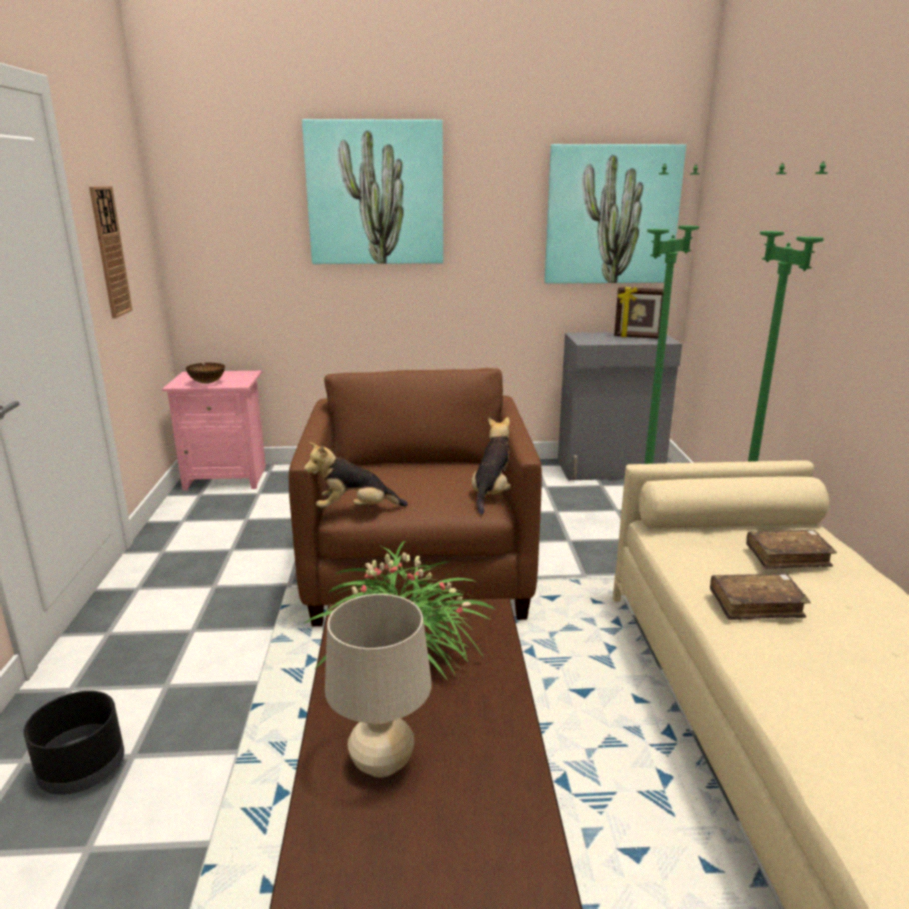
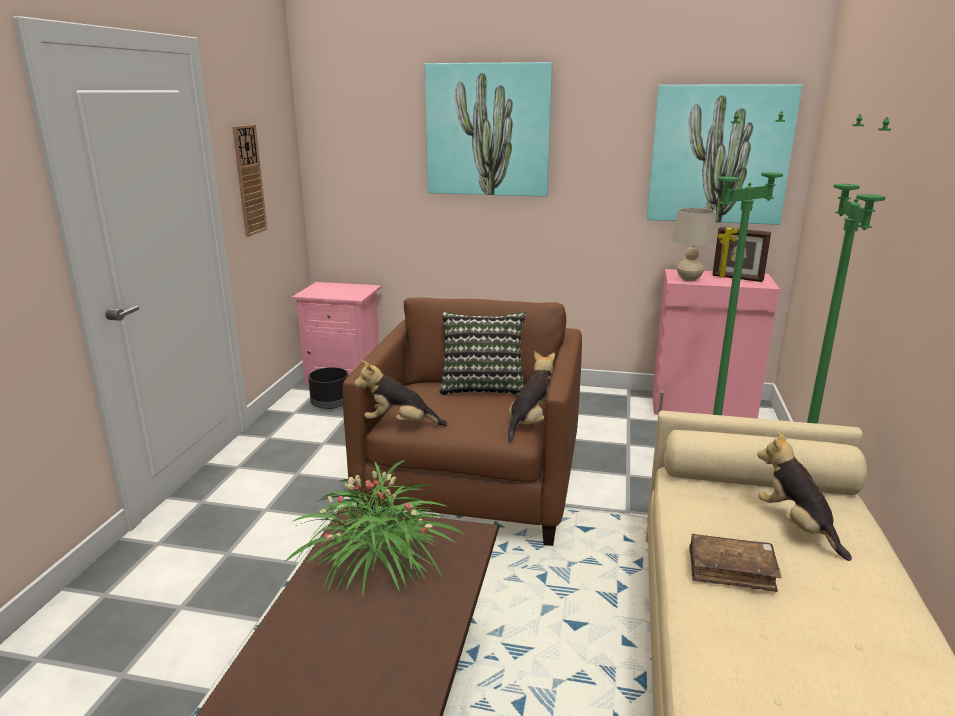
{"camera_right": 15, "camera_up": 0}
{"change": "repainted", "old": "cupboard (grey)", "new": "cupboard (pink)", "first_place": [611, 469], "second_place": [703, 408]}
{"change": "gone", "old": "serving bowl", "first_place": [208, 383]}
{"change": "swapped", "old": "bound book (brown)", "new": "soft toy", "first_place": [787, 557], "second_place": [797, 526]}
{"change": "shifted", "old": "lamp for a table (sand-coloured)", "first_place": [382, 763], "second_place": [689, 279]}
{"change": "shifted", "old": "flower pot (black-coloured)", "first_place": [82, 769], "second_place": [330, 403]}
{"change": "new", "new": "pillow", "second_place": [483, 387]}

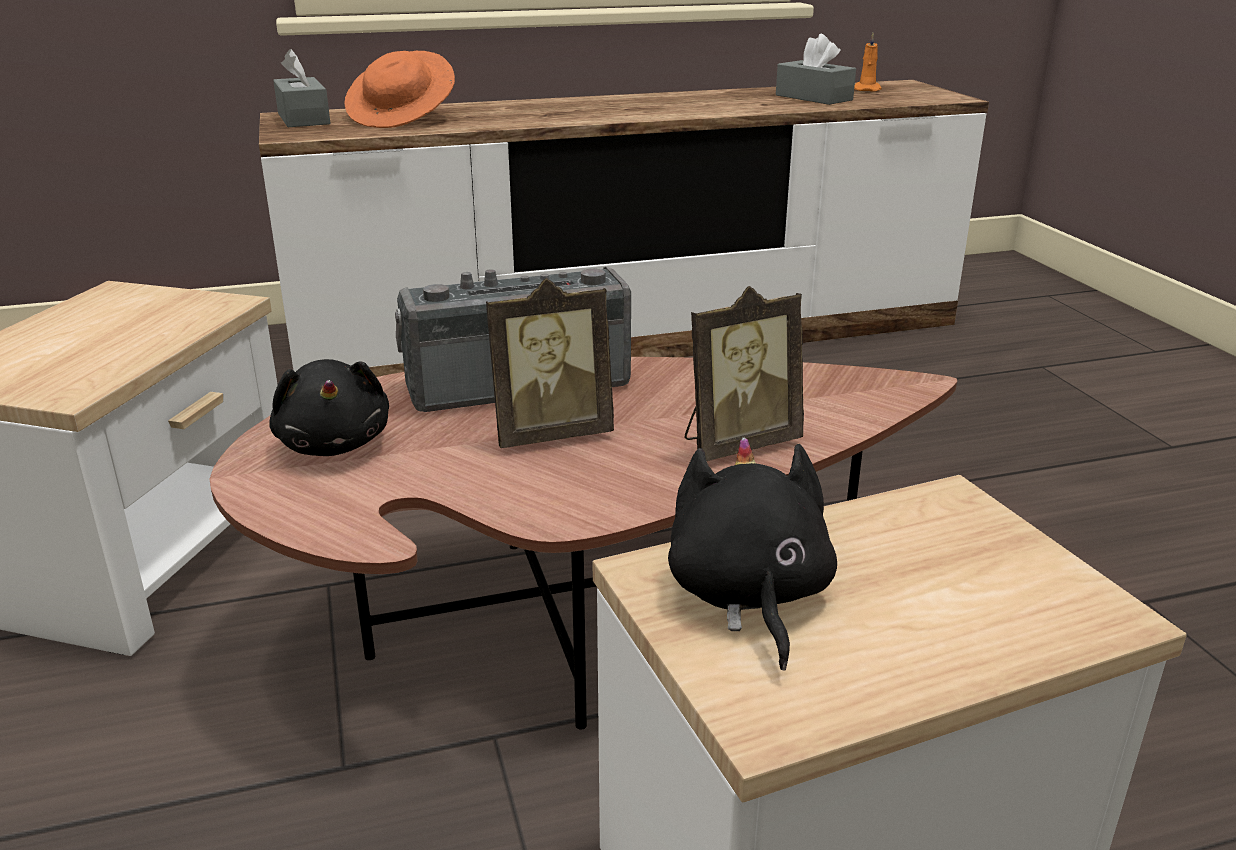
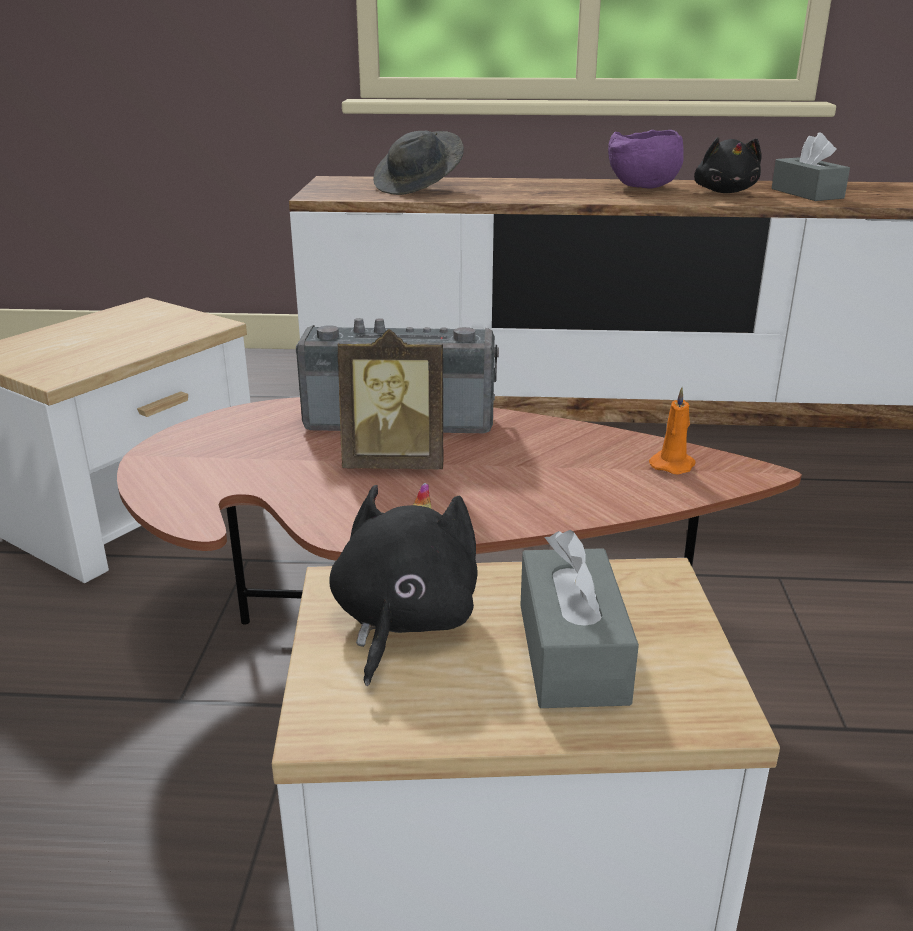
{"camera_right": 20, "camera_up": 0}
{"change": "shifted", "old": "wax candle (orange)", "first_place": [866, 90], "second_place": [673, 464]}
{"change": "shifted", "old": "box of tissues (grey)", "first_place": [303, 119], "second_place": [572, 652]}
{"change": "repainted", "old": "wearable hat (orange)", "new": "wearable hat (grey)", "first_place": [403, 118], "second_place": [419, 187]}
{"change": "gone", "old": "standing frame", "first_place": [737, 444]}
{"change": "shifted", "old": "soft toy (black-coloured)", "first_place": [335, 444], "second_place": [725, 192]}
{"change": "new", "new": "serving bowl (purplish)", "second_place": [642, 188]}

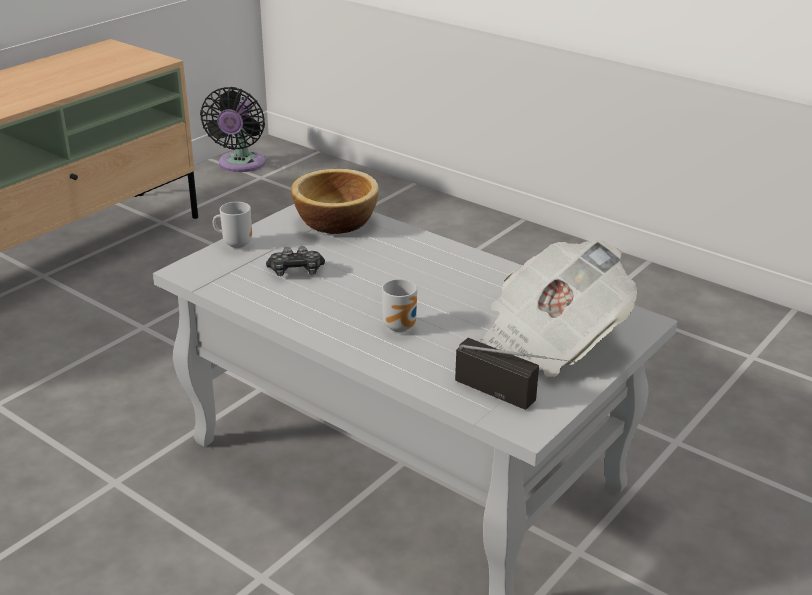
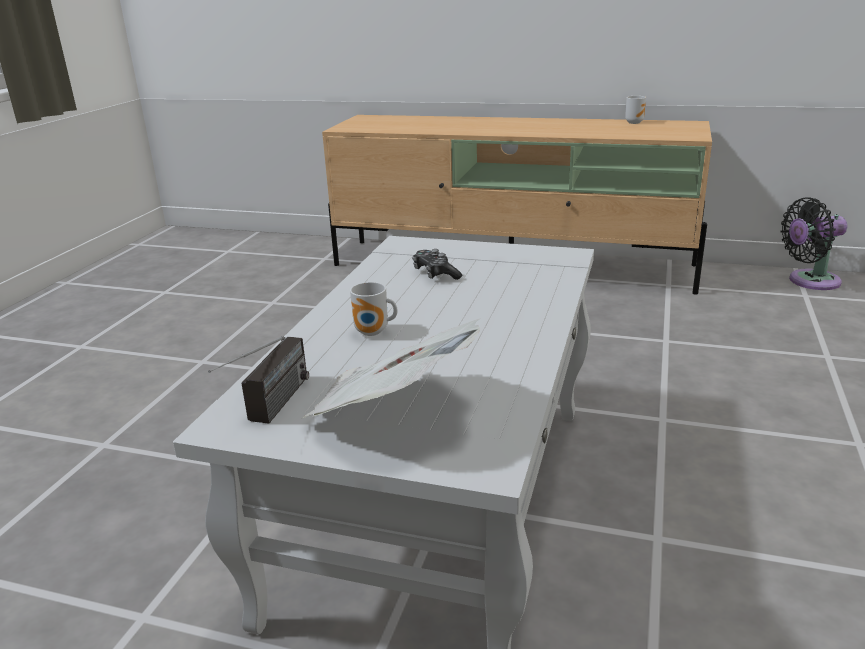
{"camera_right": 70, "camera_up": -5}
{"change": "gone", "old": "serving bowl", "first_place": [335, 220]}
{"change": "shifted", "old": "tea mug", "first_place": [236, 243], "second_place": [634, 122]}

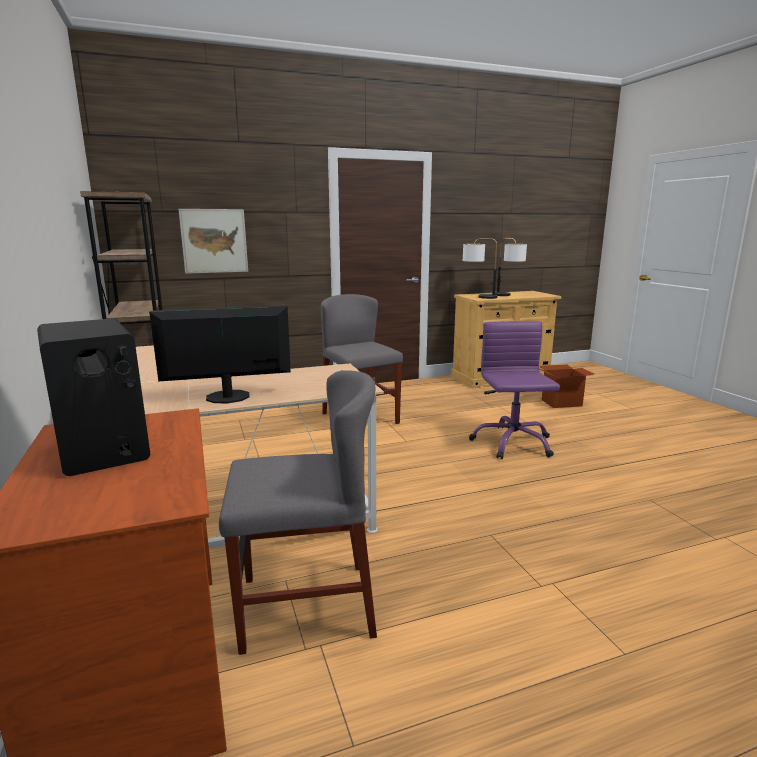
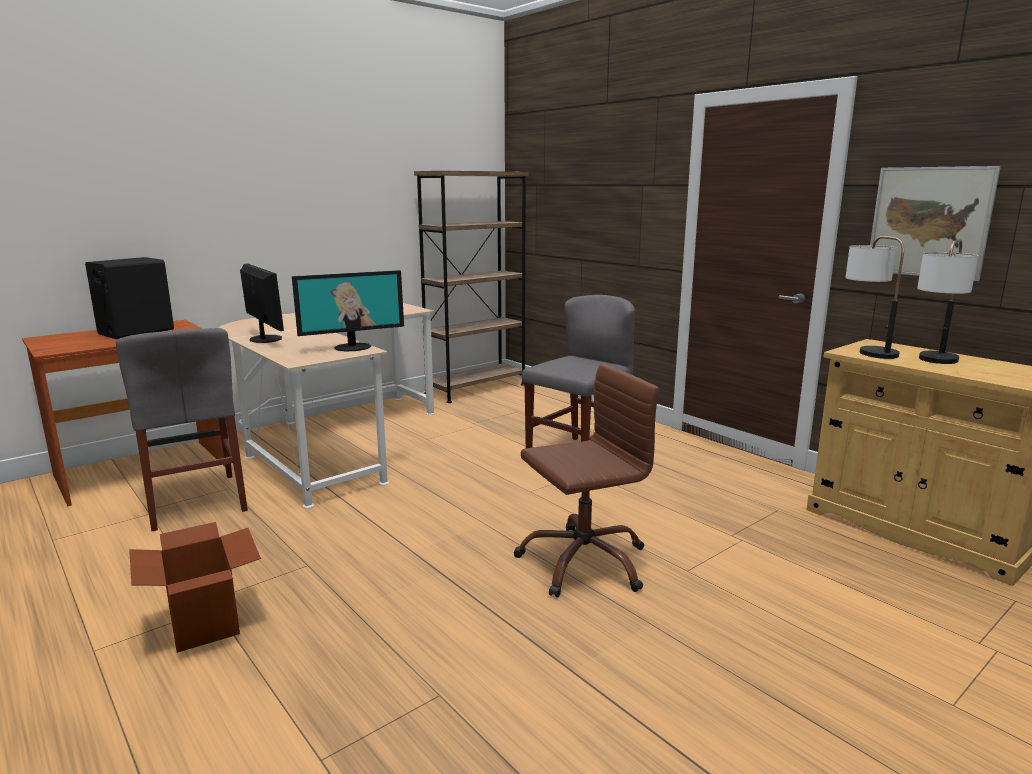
{"camera_right": 70, "camera_up": 0}
{"change": "shifted", "old": "picture", "first_place": [214, 241], "second_place": [929, 222]}
{"change": "repainted", "old": "desk chair (purplish)", "new": "desk chair (brown)", "first_place": [512, 443], "second_place": [583, 562]}
{"change": "shifted", "old": "packing box", "first_place": [561, 403], "second_place": [205, 624]}
{"change": "new", "new": "monitor", "second_place": [352, 347]}

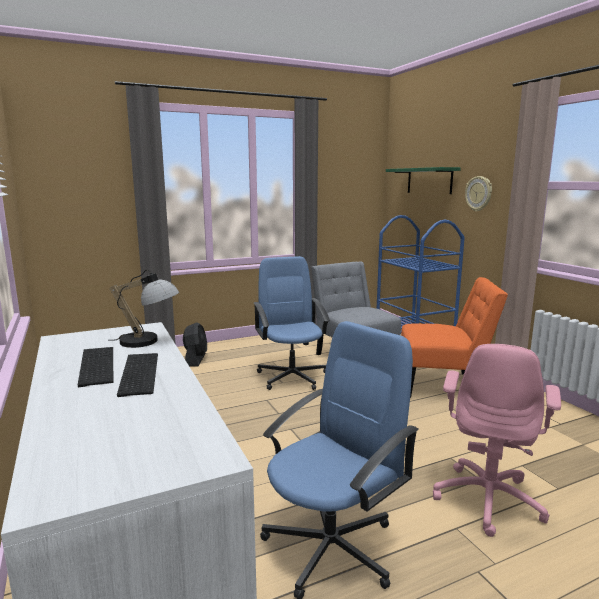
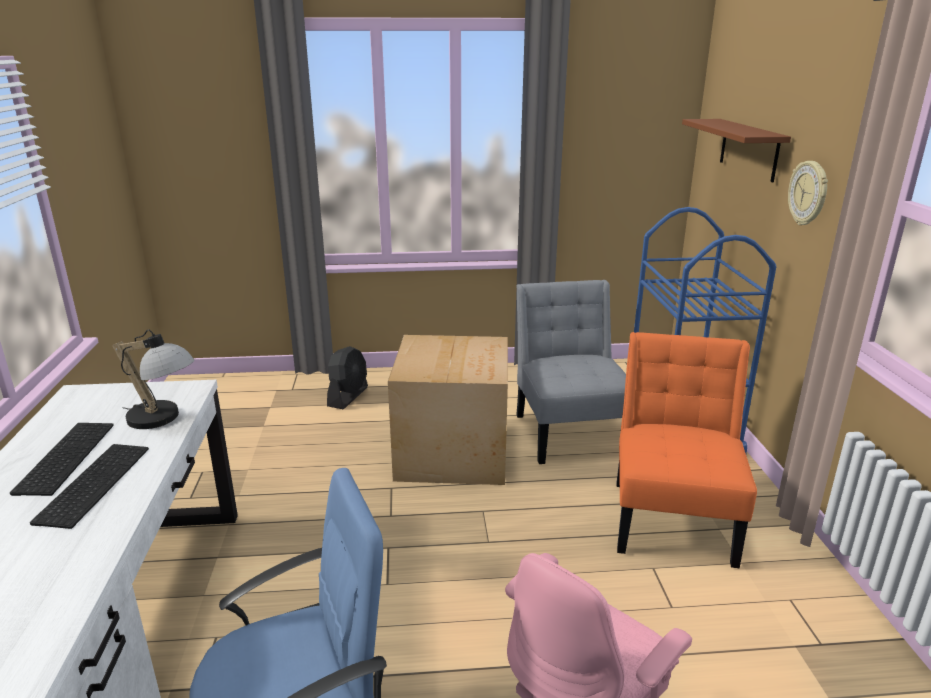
{"camera_right": 20, "camera_up": 10}
{"change": "repainted", "old": "wall shelf (green)", "new": "wall shelf (brown)", "first_place": [429, 180], "second_place": [749, 149]}
{"change": "swapped", "old": "desk chair (bluish)", "new": "packing box", "first_place": [292, 376], "second_place": [454, 451]}
{"change": "rotated", "old": "plain chair (orange)", "first_place": [443, 385], "second_place": [672, 517], "degrees": -105}

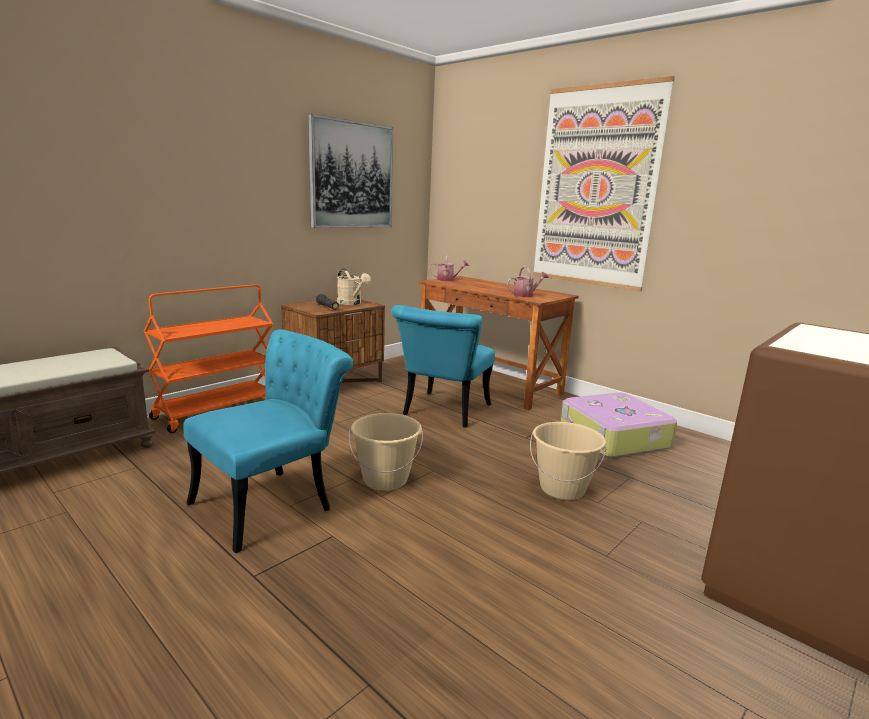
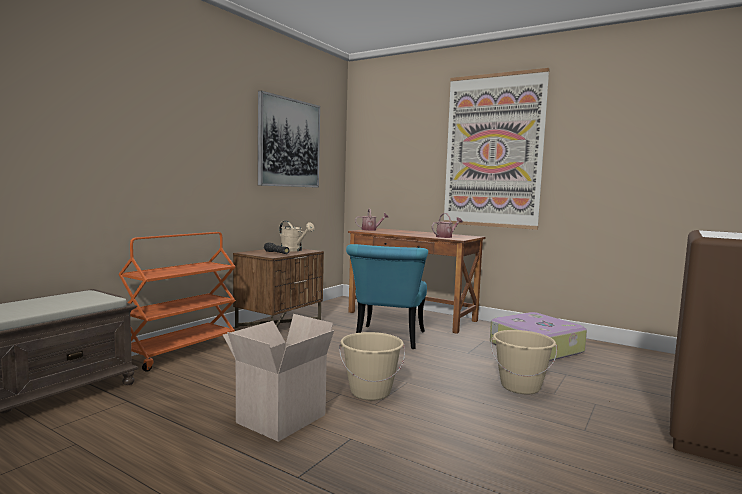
{"camera_right": -10, "camera_up": -10}
{"change": "swapped", "old": "plain chair (turquoise)", "new": "packing box", "first_place": [274, 502], "second_place": [280, 417]}

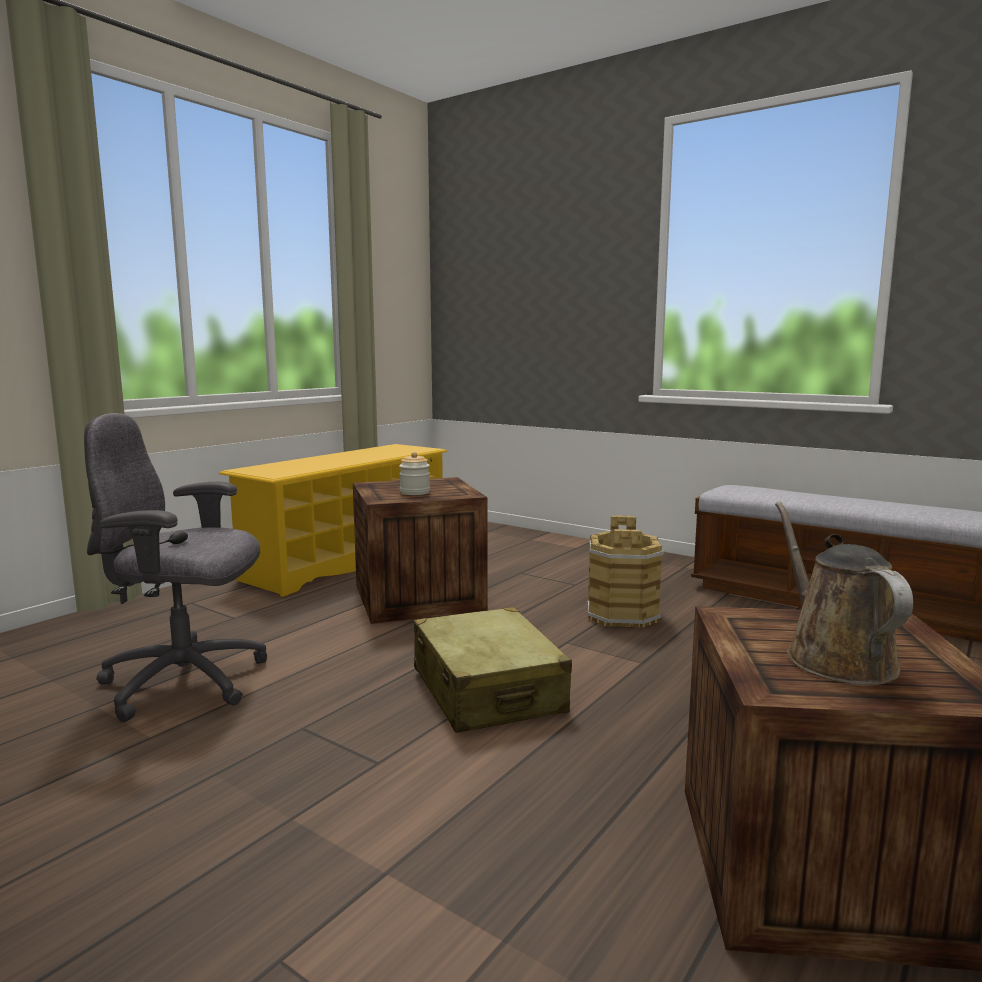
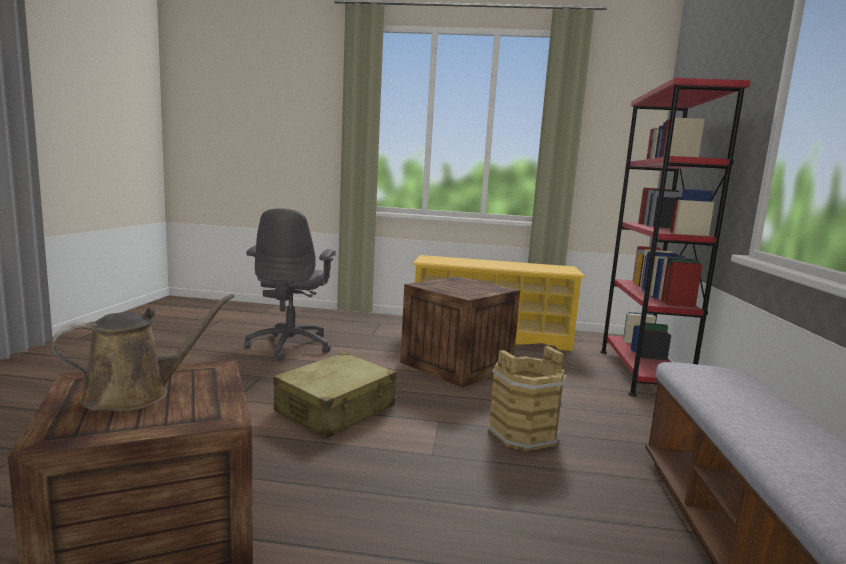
{"camera_right": 60, "camera_up": 0}
{"change": "rotated", "old": "desk chair (grey)", "first_place": [186, 683], "second_place": [291, 345], "degrees": -150}
{"change": "gone", "old": "preserve jar", "first_place": [415, 492]}
{"change": "new", "new": "shelving unit (red-coloured)", "second_place": [641, 373]}

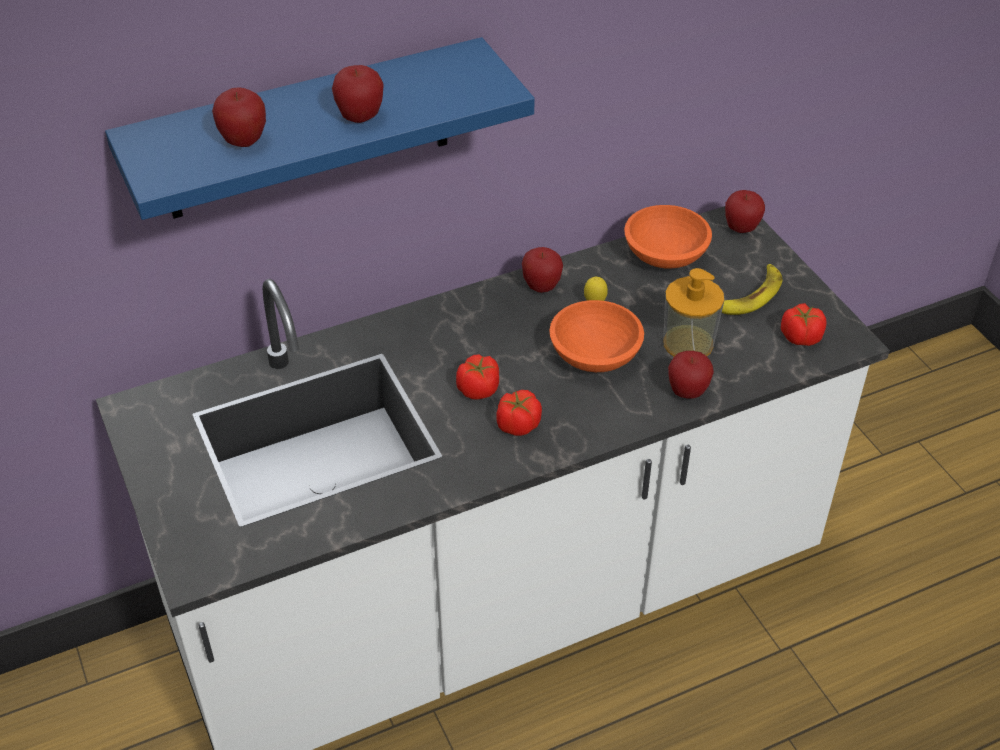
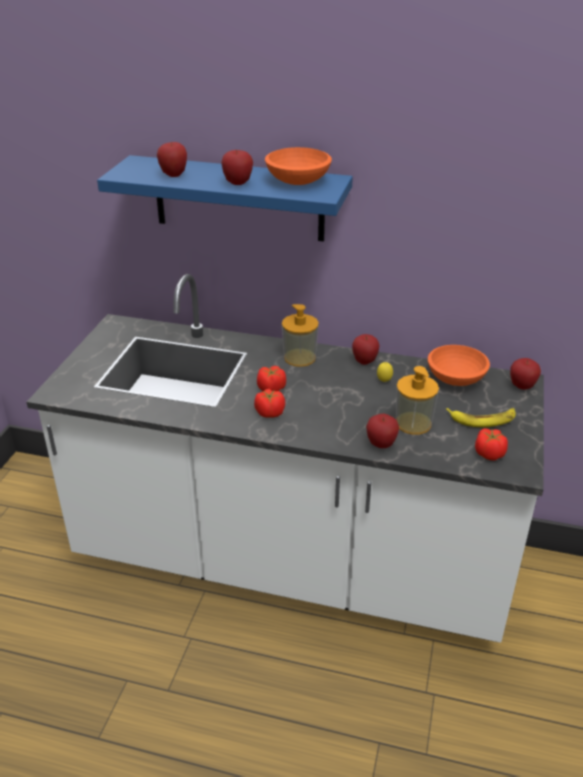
{"camera_right": 40, "camera_up": -10}
{"change": "shifted", "old": "serving bowl (orange)", "first_place": [595, 354], "second_place": [298, 181]}
{"change": "new", "new": "soap bottle", "second_place": [299, 357]}

